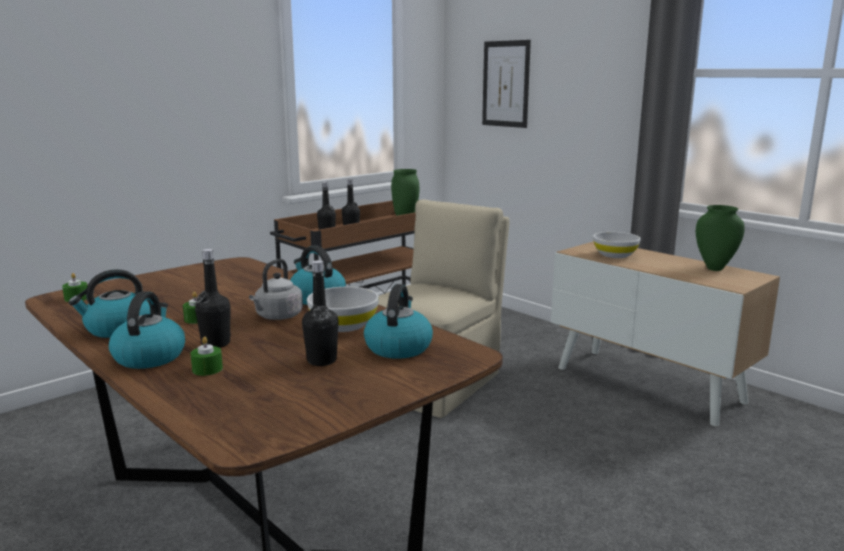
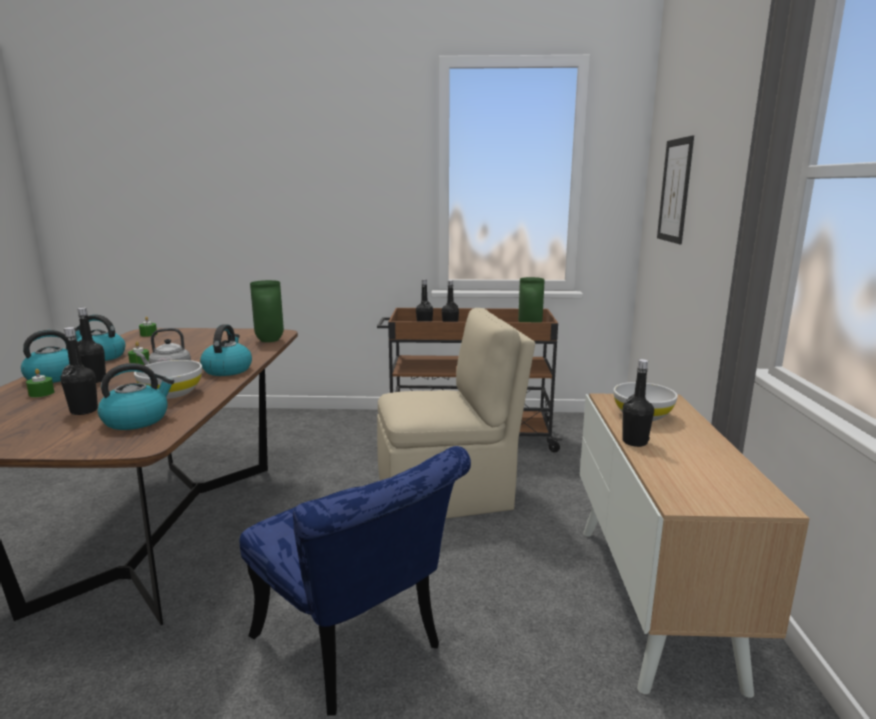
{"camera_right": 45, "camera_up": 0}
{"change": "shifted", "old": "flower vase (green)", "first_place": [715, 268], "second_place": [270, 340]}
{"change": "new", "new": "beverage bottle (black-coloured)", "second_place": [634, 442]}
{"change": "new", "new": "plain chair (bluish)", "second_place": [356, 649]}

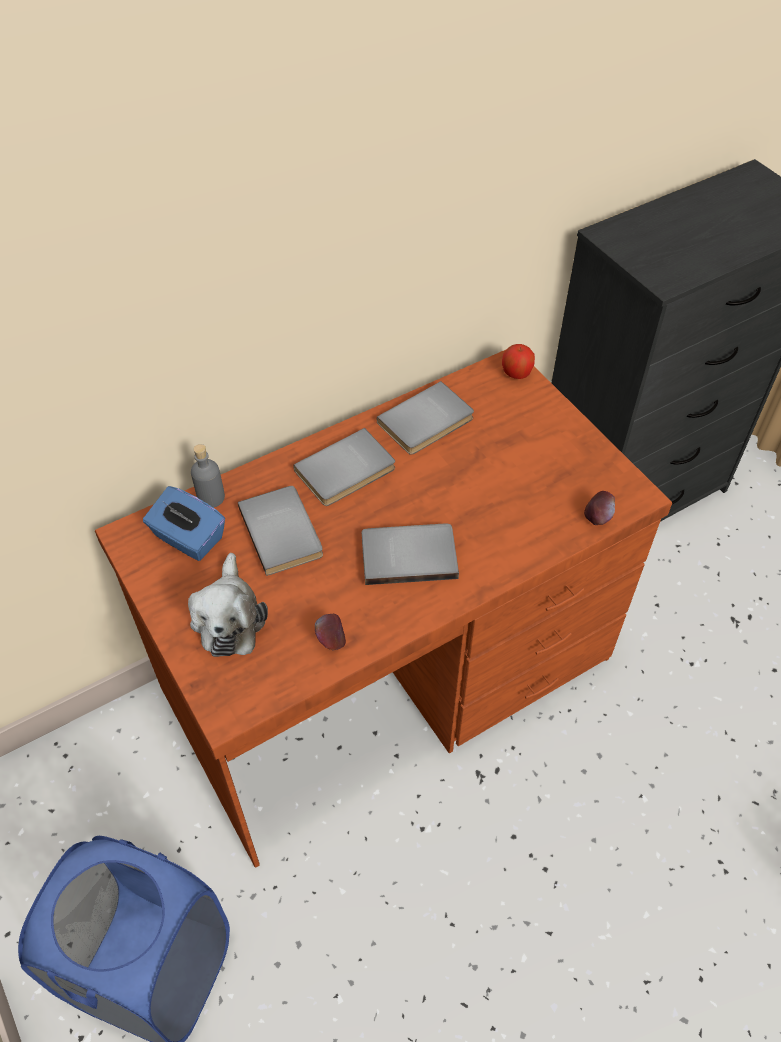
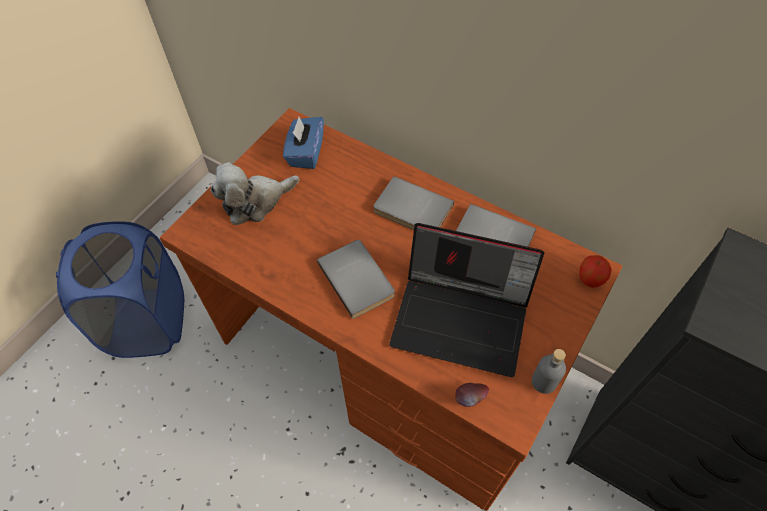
{"camera_right": 65, "camera_up": 5}
{"change": "shifted", "old": "beverage bottle (grey)", "first_place": [211, 497], "second_place": [544, 381]}
{"change": "gone", "old": "bound book (grey)", "first_place": [284, 531]}
{"change": "gone", "old": "apple", "first_place": [330, 640]}
{"change": "new", "new": "notebook computer", "second_place": [462, 318]}

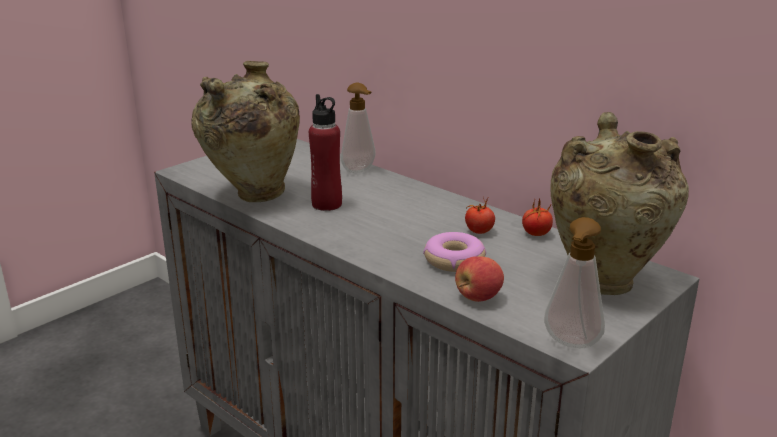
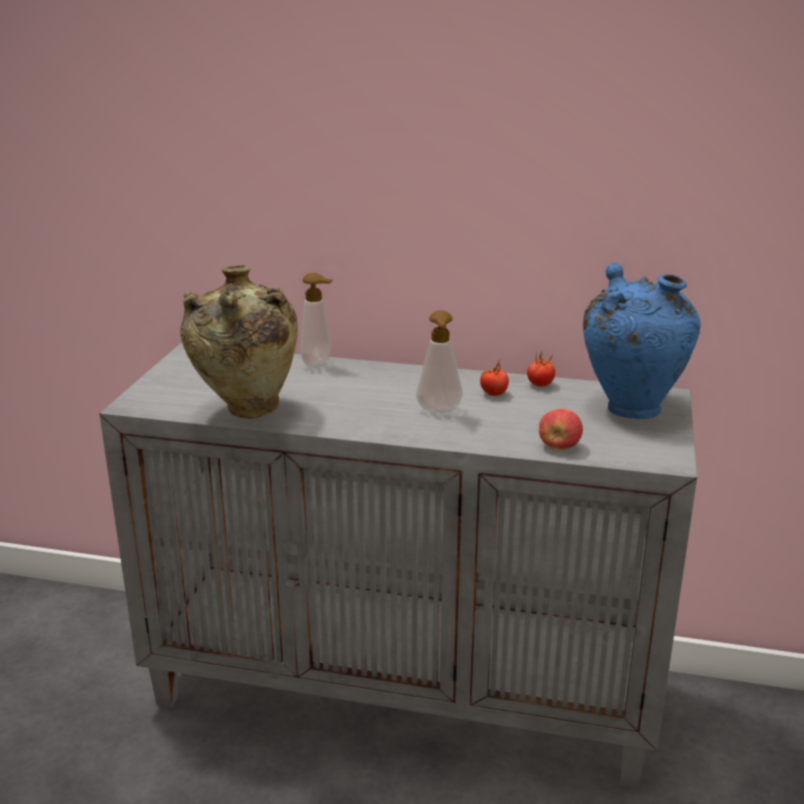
{"camera_right": -30, "camera_up": 0}
{"change": "gone", "old": "beverage bottle (red-coloured)", "first_place": [327, 204]}
{"change": "repainted", "old": "flower vase (sand-coloured)", "new": "flower vase (bluish)", "first_place": [604, 280], "second_place": [631, 408]}
{"change": "shifted", "old": "soap bottle", "first_place": [570, 344], "second_place": [439, 411]}
{"change": "gone", "old": "doughnut", "first_place": [454, 260]}

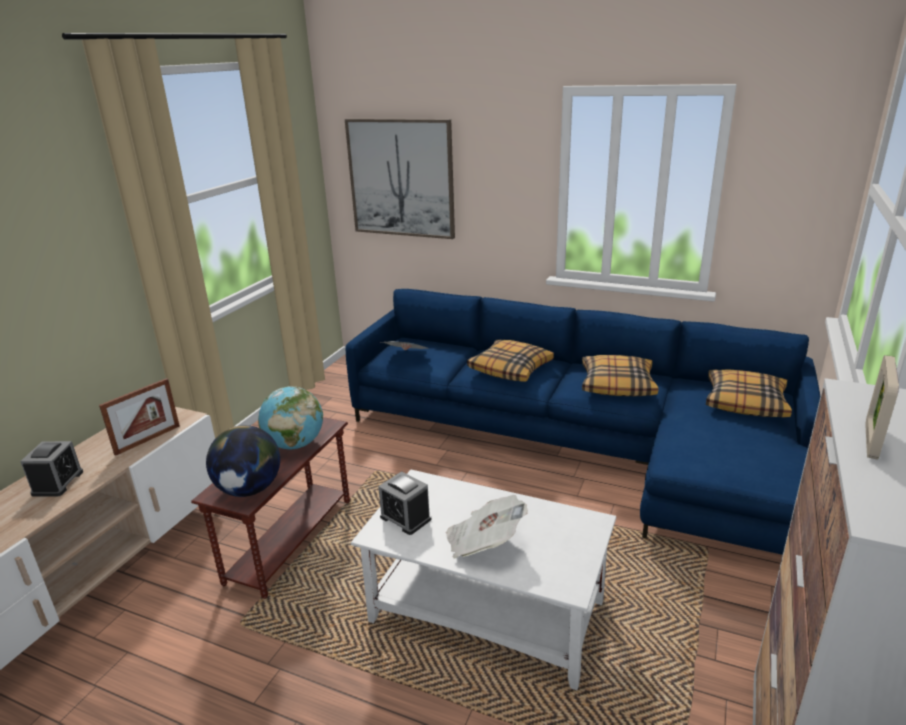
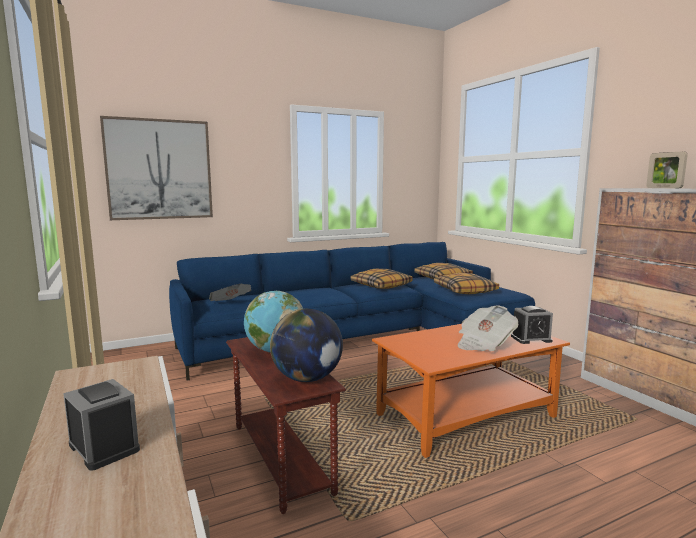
{"camera_right": -50, "camera_up": -15}
{"change": "shifted", "old": "pillow", "first_place": [511, 369], "second_place": [465, 291]}
{"change": "gone", "old": "standing frame", "first_place": [148, 440]}
{"change": "repainted", "old": "low table (white-coloured)", "new": "low table (orange)", "first_place": [489, 612], "second_place": [466, 416]}
{"change": "shifted", "old": "table clock", "first_place": [405, 518], "second_place": [531, 339]}

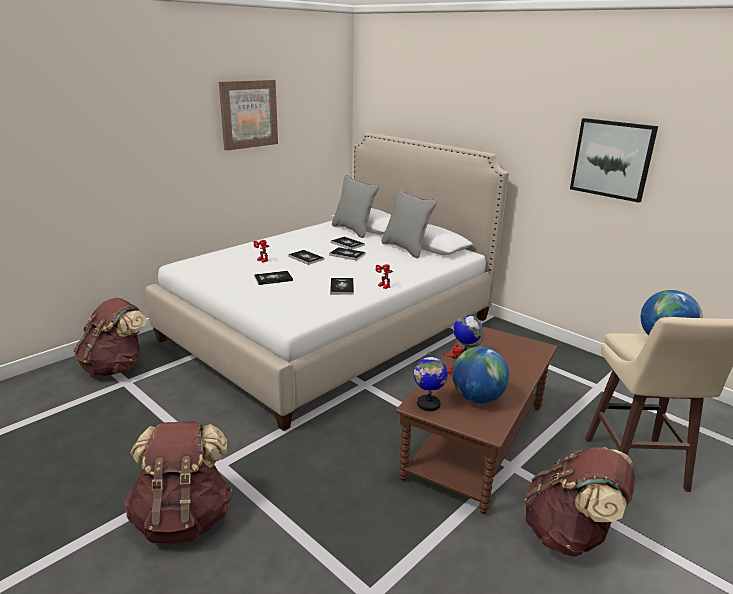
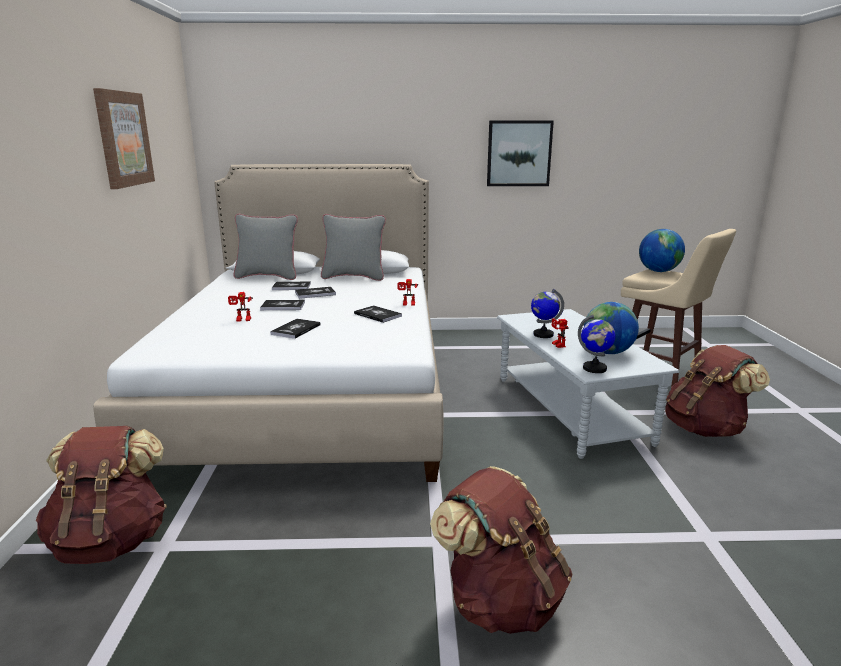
{"camera_right": -45, "camera_up": -5}
{"change": "repainted", "old": "low table (brown)", "new": "low table (grey)", "first_place": [475, 441], "second_place": [570, 410]}

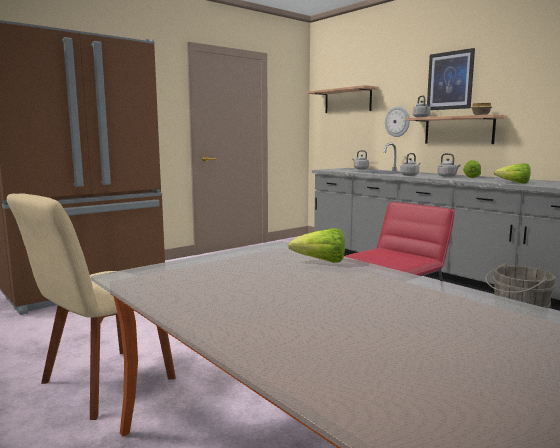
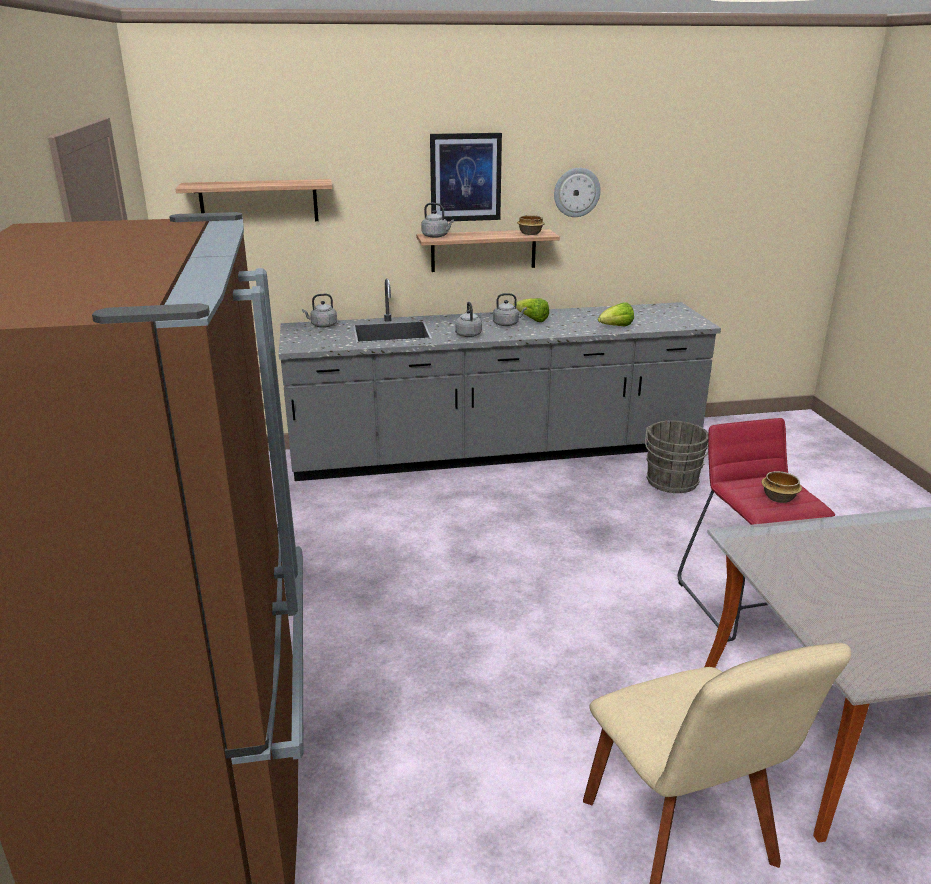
{"camera_right": -60, "camera_up": 15}
{"change": "shifted", "old": "clock on the wall", "first_place": [397, 121], "second_place": [576, 192]}
{"change": "gone", "old": "lettuce head", "first_place": [321, 262]}
{"change": "new", "new": "serving bowl", "second_place": [778, 497]}

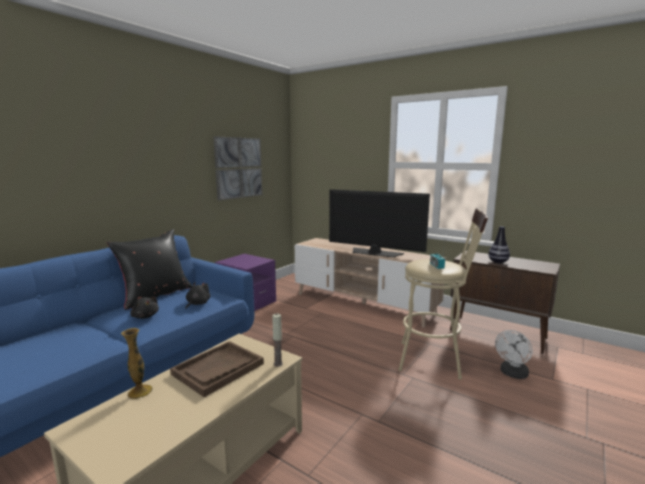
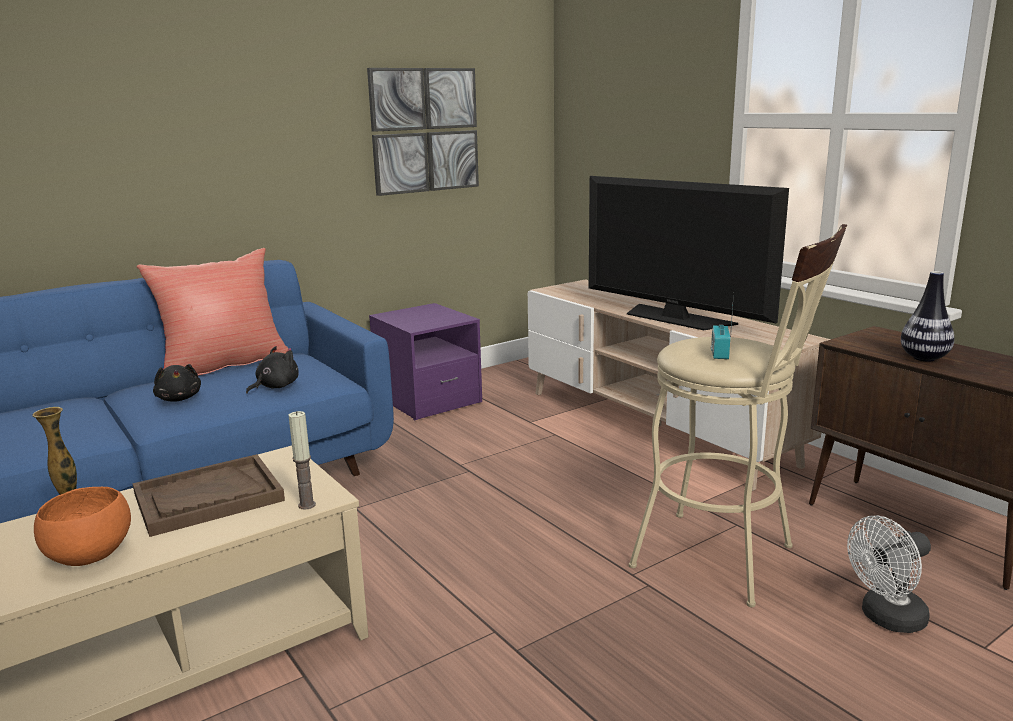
{"camera_right": 20, "camera_up": 5}
{"change": "repainted", "old": "pillow (black-coloured)", "new": "pillow (red-coloured)", "first_place": [155, 296], "second_place": [224, 366]}
{"change": "new", "new": "serving bowl (orange)", "second_place": [89, 556]}

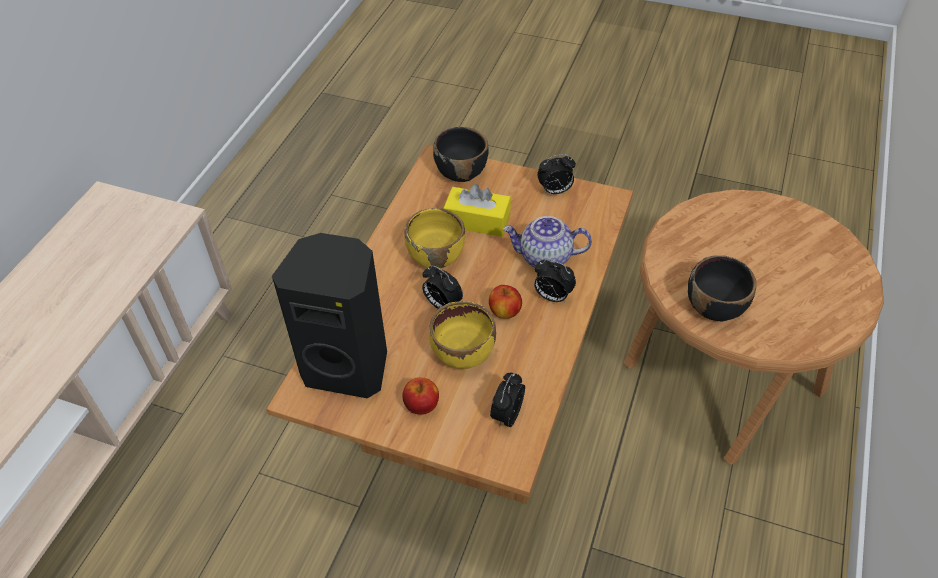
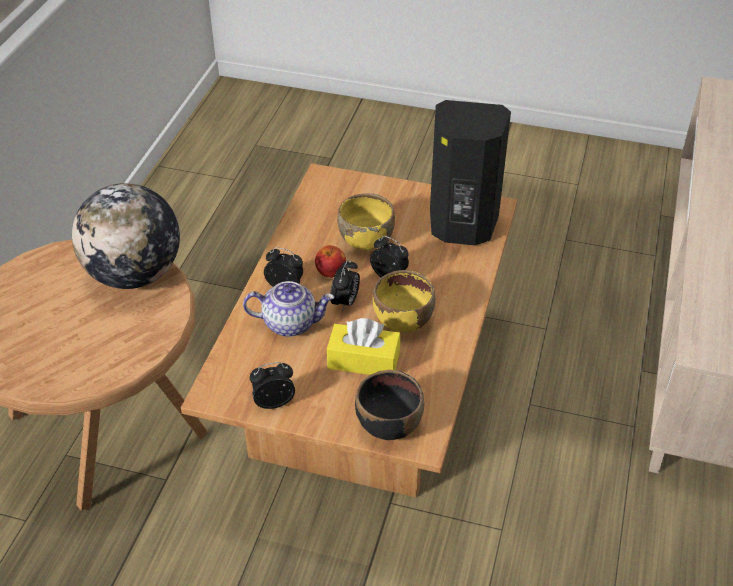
{"camera_right": 175, "camera_up": -5}
{"change": "swapped", "old": "serving bowl (black-coloured)", "new": "world globe", "first_place": [715, 307], "second_place": [135, 274]}
{"change": "shifted", "old": "table clock", "first_place": [507, 415], "second_place": [345, 302]}
{"change": "gone", "old": "apple", "first_place": [421, 405]}

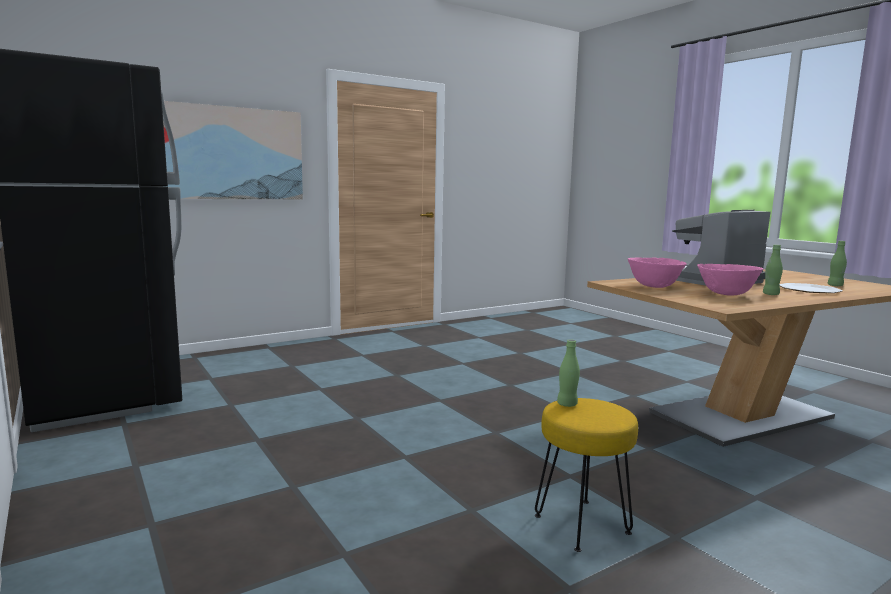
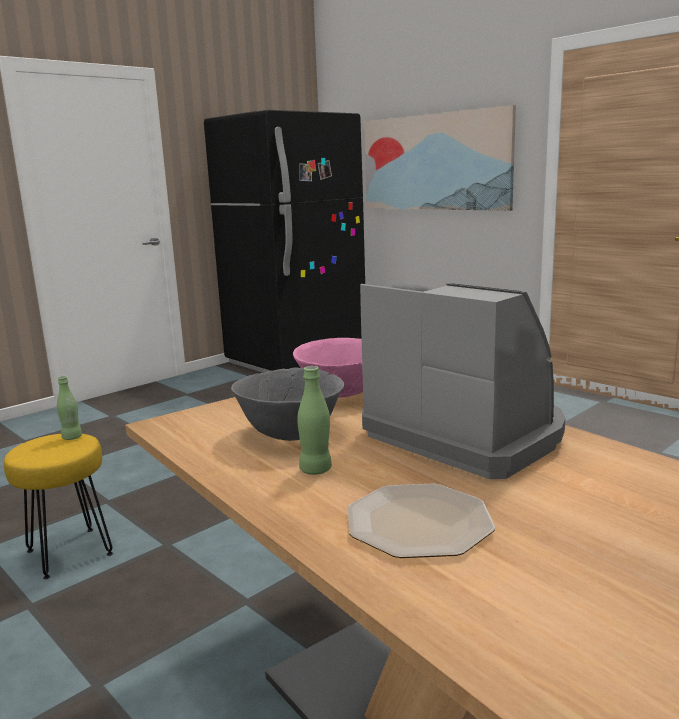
{"camera_right": 80, "camera_up": 5}
{"change": "gone", "old": "beverage bottle (green)", "first_place": [835, 285]}
{"change": "repainted", "old": "serving bowl (pink)", "new": "serving bowl (grey)", "first_place": [726, 294], "second_place": [290, 434]}

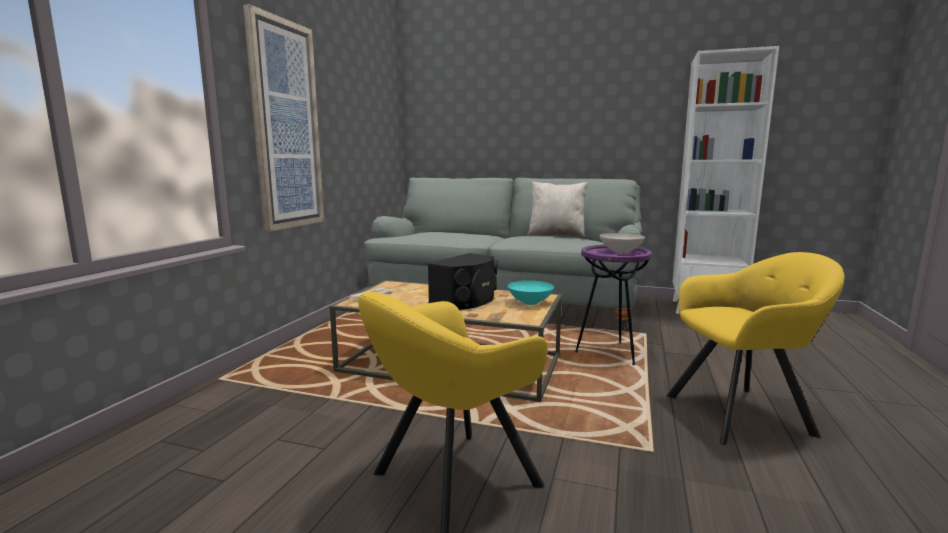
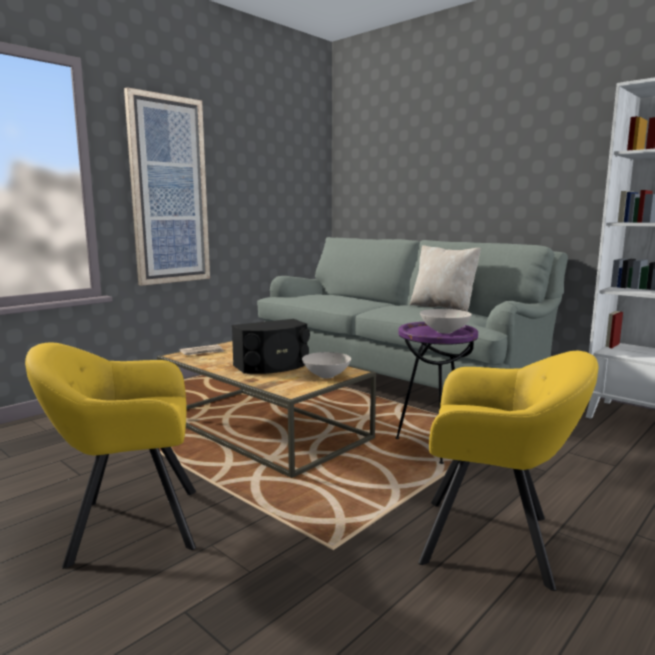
{"camera_right": 25, "camera_up": 0}
{"change": "repainted", "old": "serving bowl (turquoise)", "new": "serving bowl (white-coloured)", "first_place": [531, 302], "second_place": [327, 376]}

